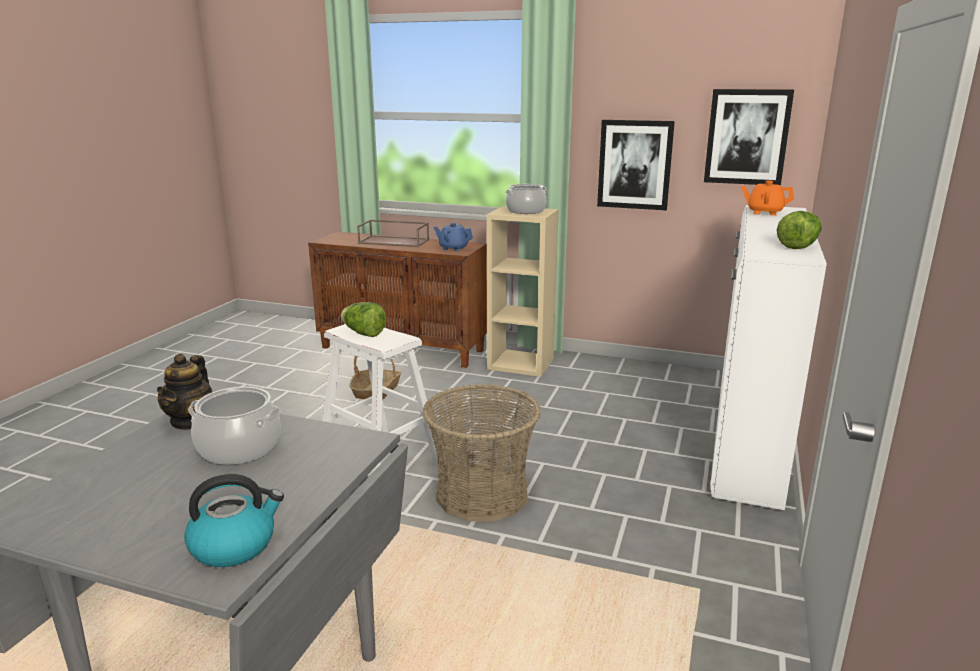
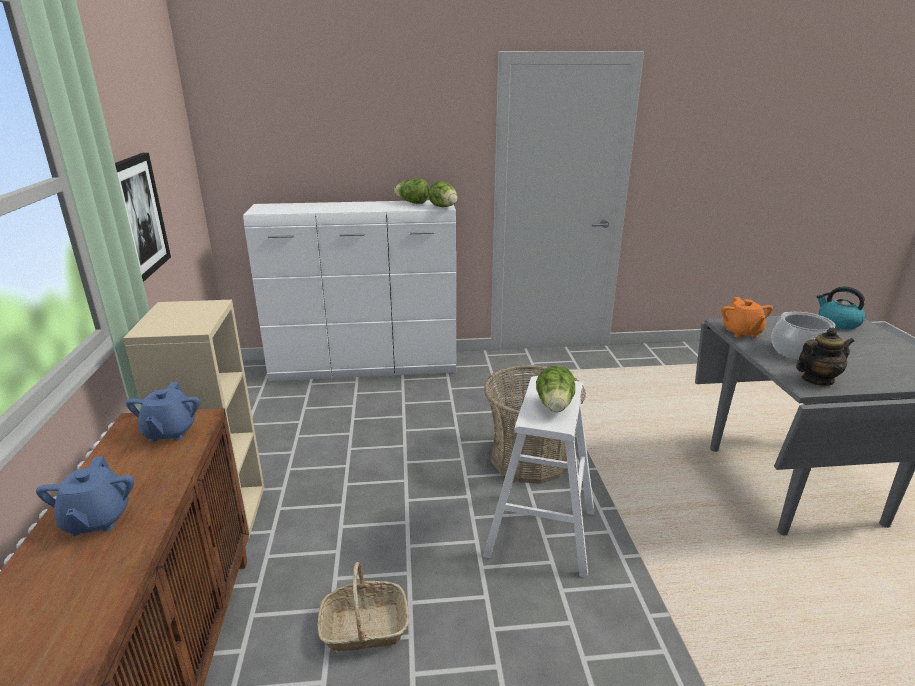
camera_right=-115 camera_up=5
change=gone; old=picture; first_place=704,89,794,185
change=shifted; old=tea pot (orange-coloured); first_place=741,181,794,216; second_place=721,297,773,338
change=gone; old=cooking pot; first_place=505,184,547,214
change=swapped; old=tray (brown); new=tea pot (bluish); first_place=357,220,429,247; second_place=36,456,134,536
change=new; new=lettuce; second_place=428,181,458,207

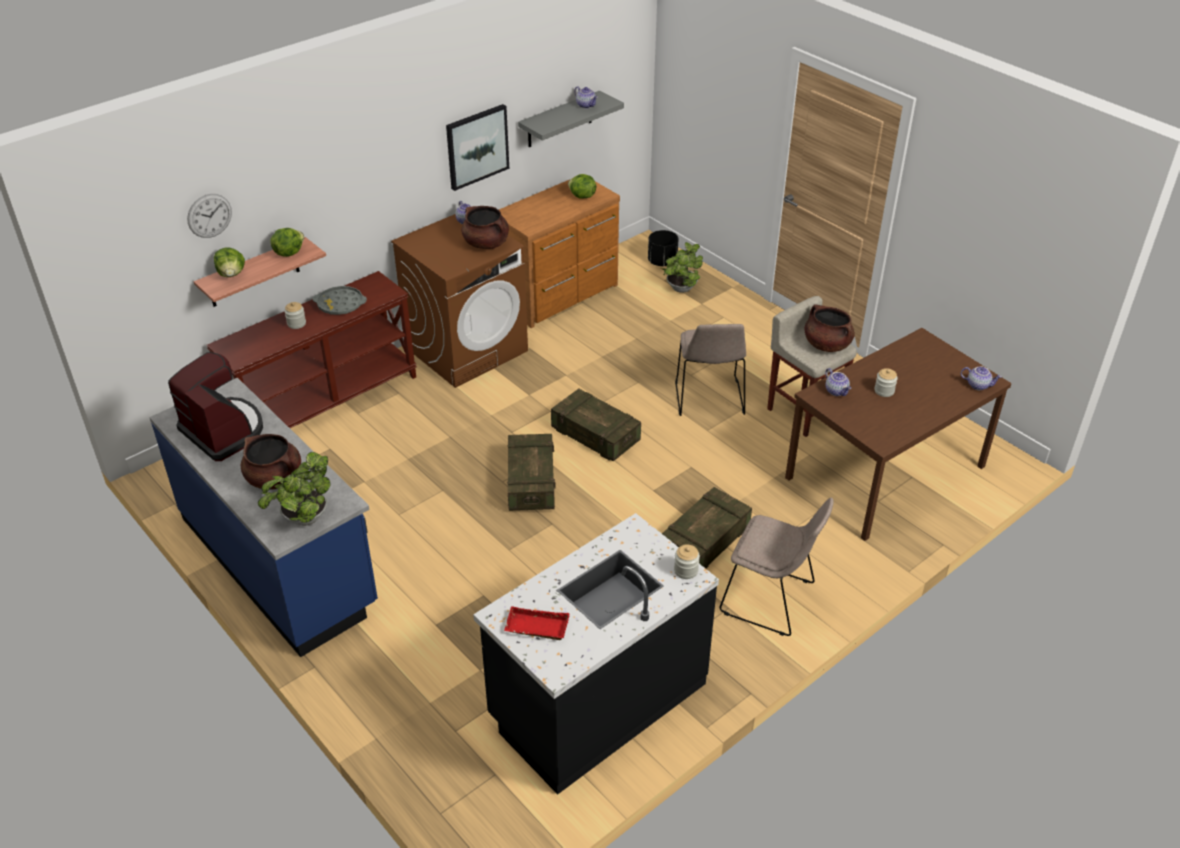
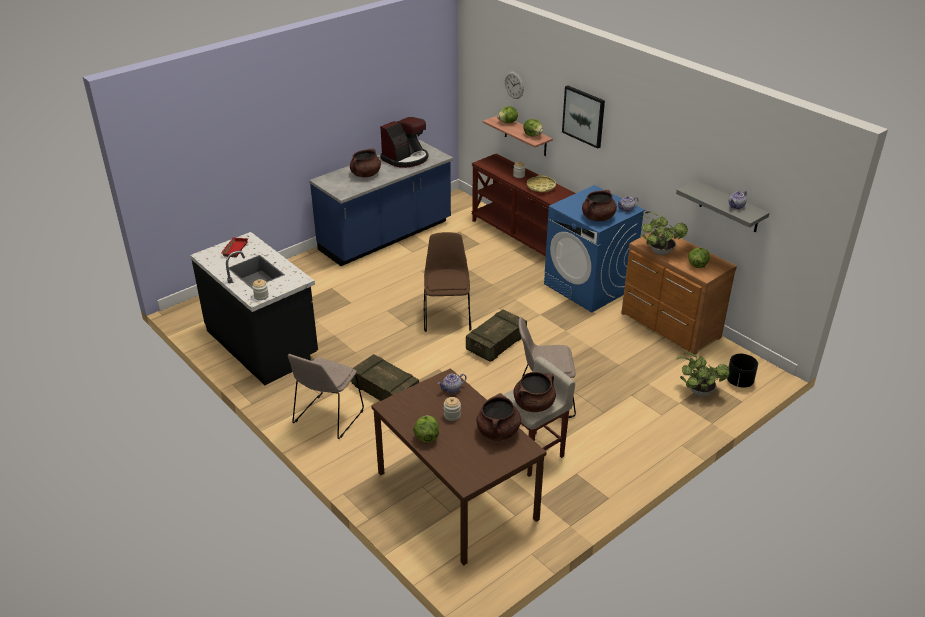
camera_right=90 camera_up=-5
change=shifted; old=picture; first_place=446,104,509,191; second_place=562,85,605,149
change=repainted; old=laundry machine (brown); new=laundry machine (bluish); first_place=391,214,528,388; second_place=544,185,645,313
change=repainted; old=tray (greyish); new=tray (yellow); first_place=313,286,367,315; second_place=527,175,556,192
change=gone; old=tea pot; first_place=961,366,1002,390
change=swapped; old=packing crate; new=upright chair (brown); first_place=507,434,556,511; second_place=423,232,472,332
change=shifted; old=plant in a pot; first_place=258,452,331,526; second_place=639,211,688,255
change=new; new=cooking pot (brown); second_place=476,393,521,441
change=new; new=lettuce; second_place=413,415,439,442

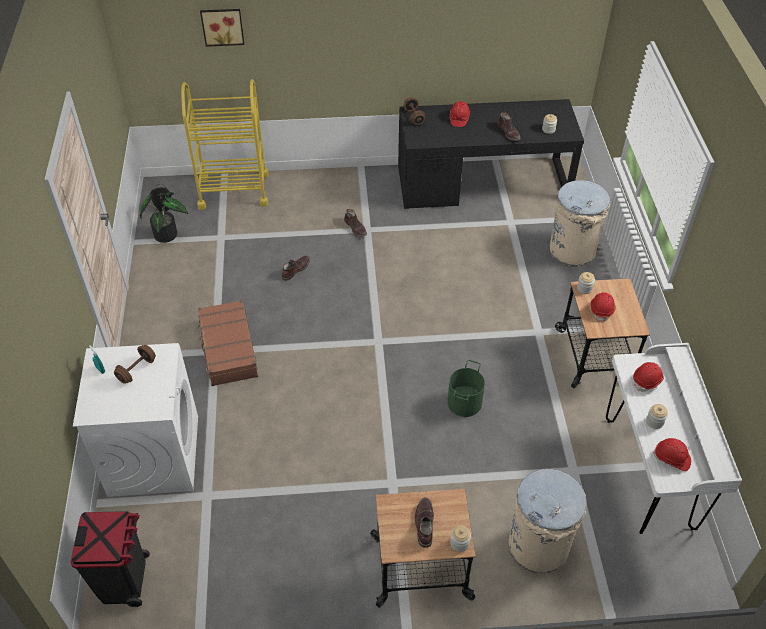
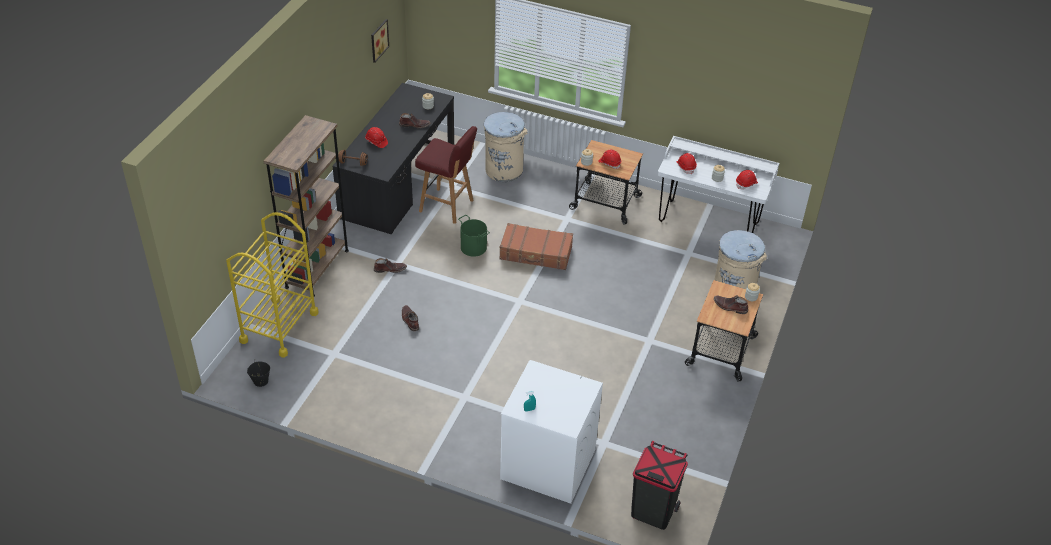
camera_right=-65 camera_up=-5
change=shifted; old=picture; first_place=200,9,244,47; second_place=371,19,389,63
change=gone; old=plant in a pot; first_place=140,192,188,243
change=shifted; old=piece of luggage (brown); first_place=197,300,258,386; second_place=499,223,573,270
change=gone; old=free weight (brown); first_place=114,345,156,384
change=shifted; old=bucket (green); first_place=447,360,485,417; second_place=458,215,490,257
change=new; new=shelving unit (brown); second_place=264,115,349,297
change=new; new=sitting stool (red-coloured); second_place=415,126,477,224

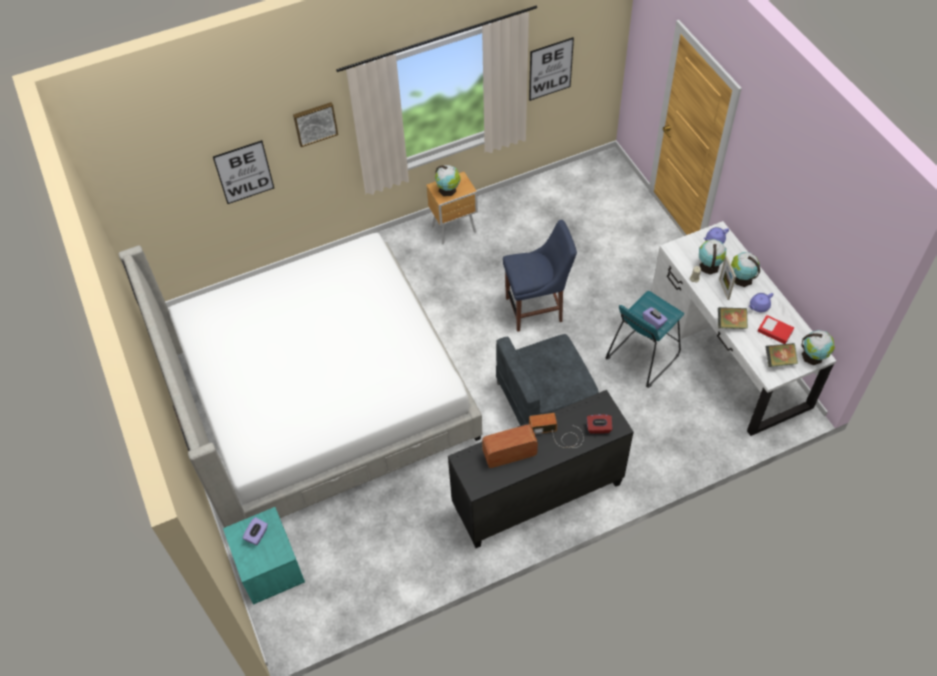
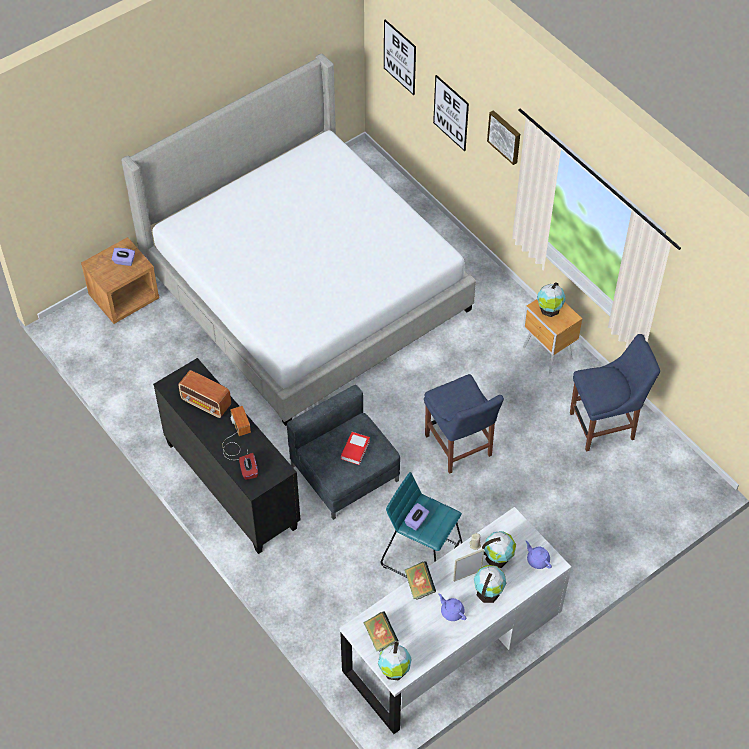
camera_right=75 camera_up=0
change=shifted; old=picture; first_place=529,37,574,101; second_place=384,20,416,95
change=shifted; old=book; first_place=757,315,794,344; second_place=341,432,370,465
change=rotated; old=radio; first_place=482,424,538,468; second_place=178,370,231,418; degrees=150
change=repainted; old=bedside table (turquoise); new=bedside table (brown); first_place=223,507,305,605; second_place=81,237,160,324
change=new; new=upright chair (bluish); second_place=570,334,660,452

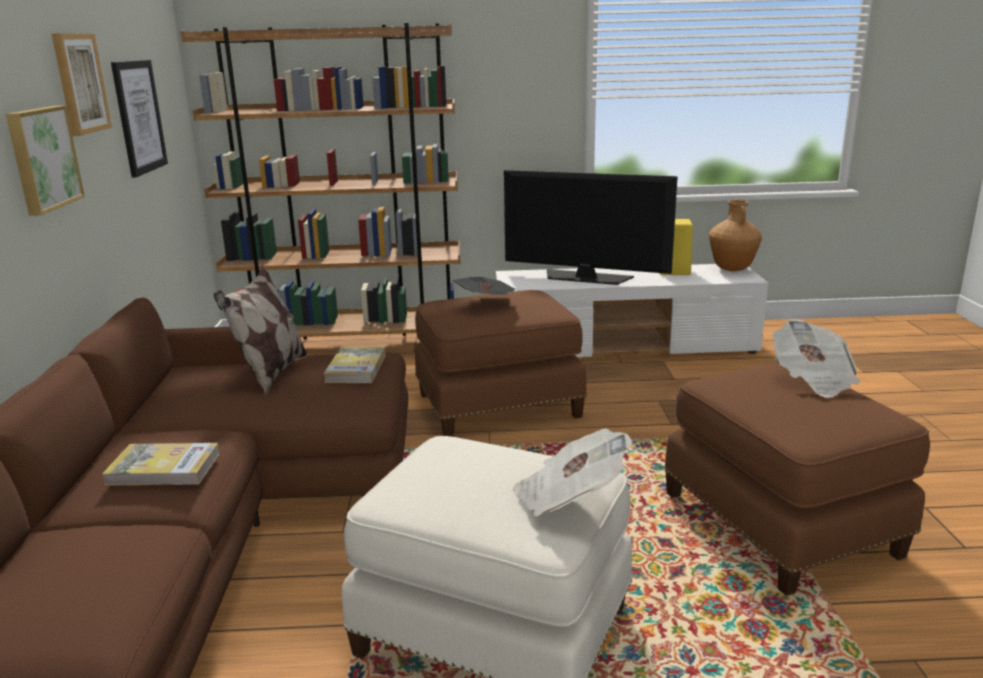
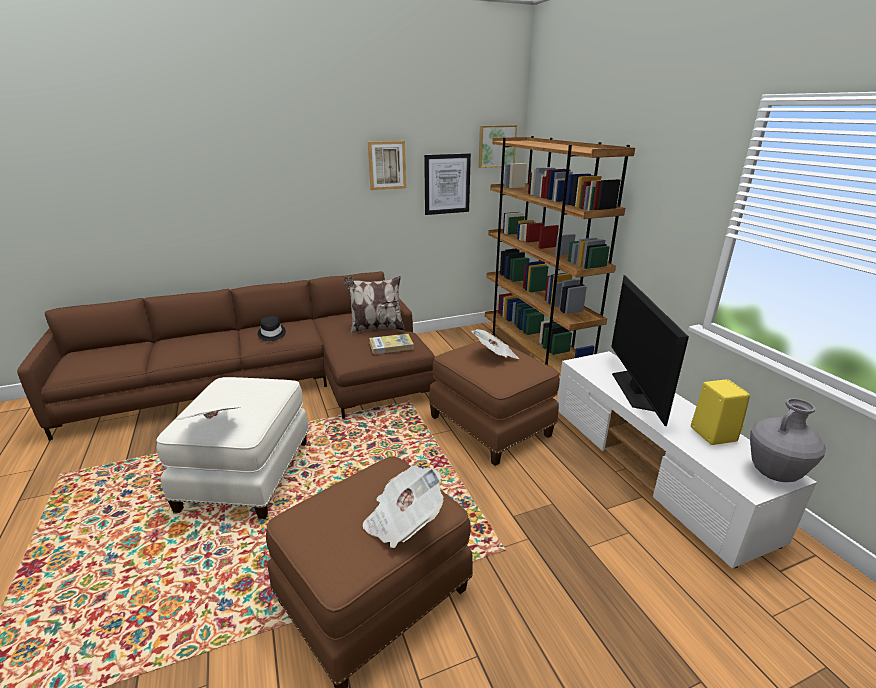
camera_right=70 camera_up=5
change=shifted; old=picture; first_place=6,105,85,216; second_place=478,125,517,168
change=repainted; old=vase (brown); new=vase (greyish); first_place=709,200,762,271; second_place=750,398,826,482
change=swapped; old=book; new=wearable hat (black); first_place=102,443,220,486; second_place=258,316,286,341

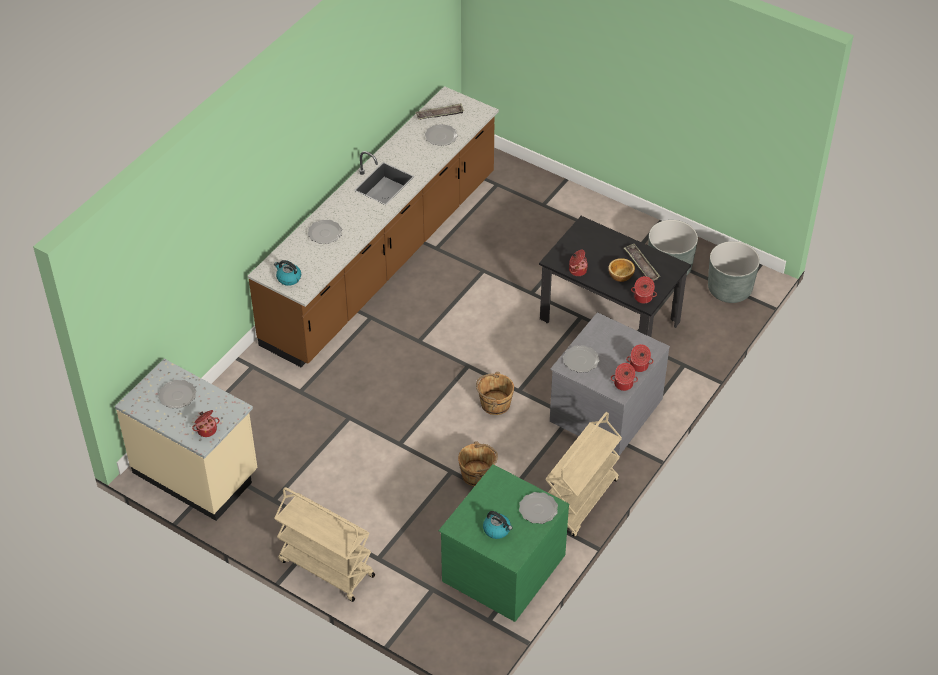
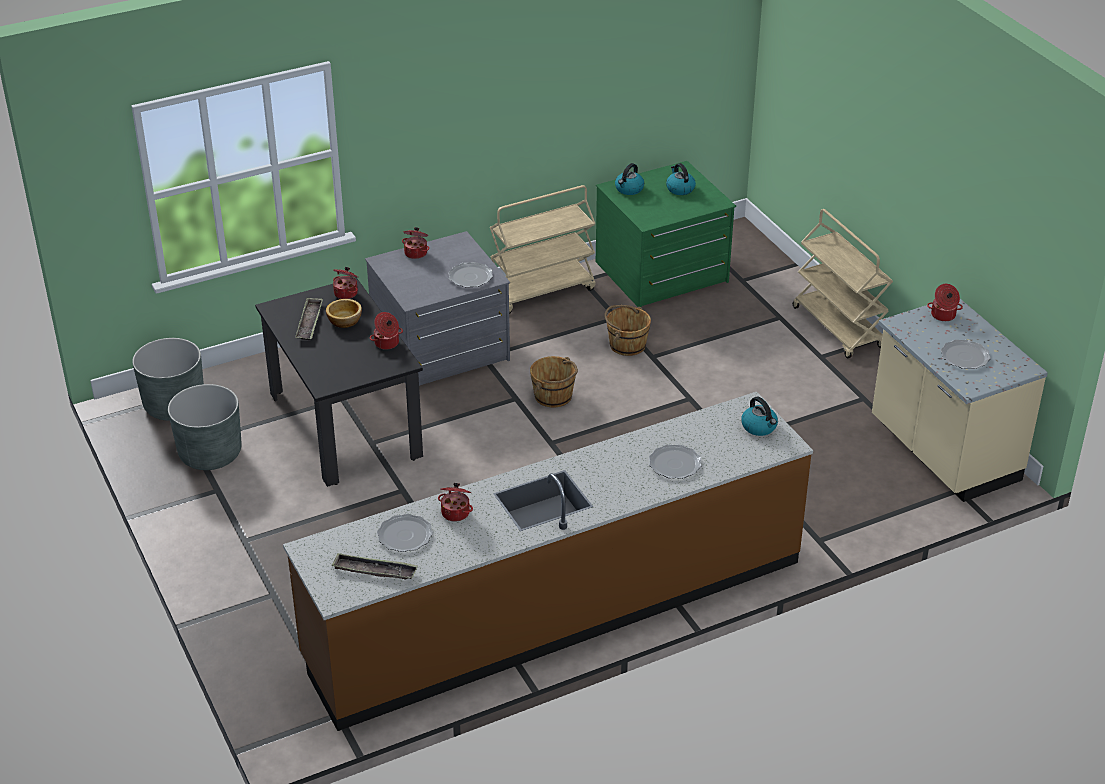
camera_right=-150 camera_up=-10
change=shifted; old=cooking pot; first_place=611,363,638,391; second_place=438,483,473,522
change=swapped; old=plate; new=kettle; first_place=519,492,558,524; second_place=615,163,644,195

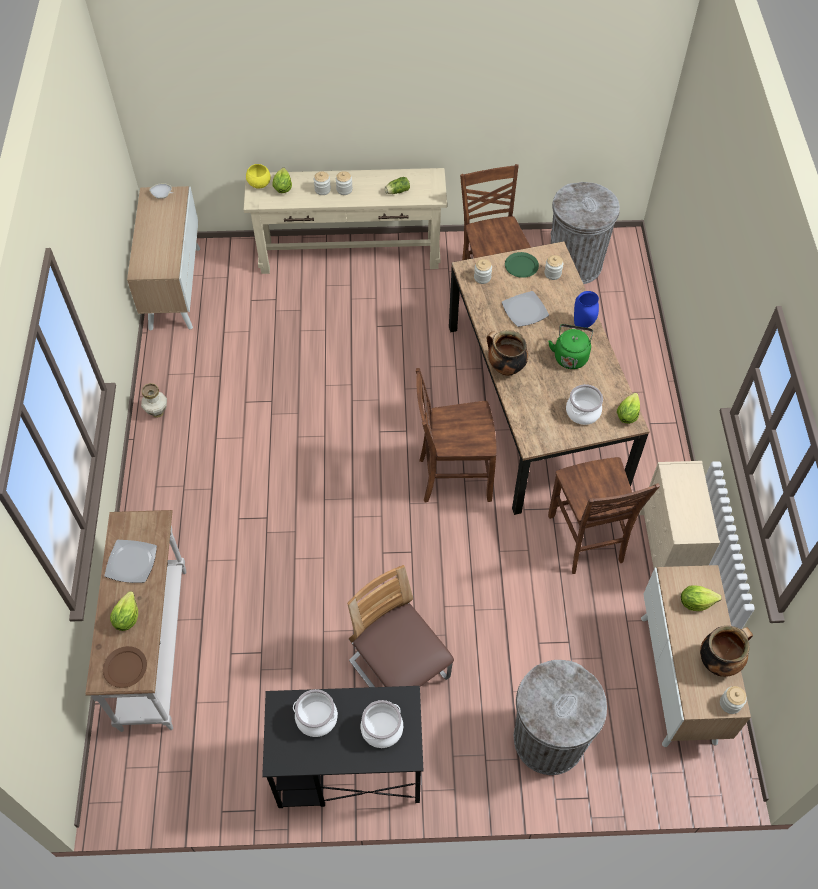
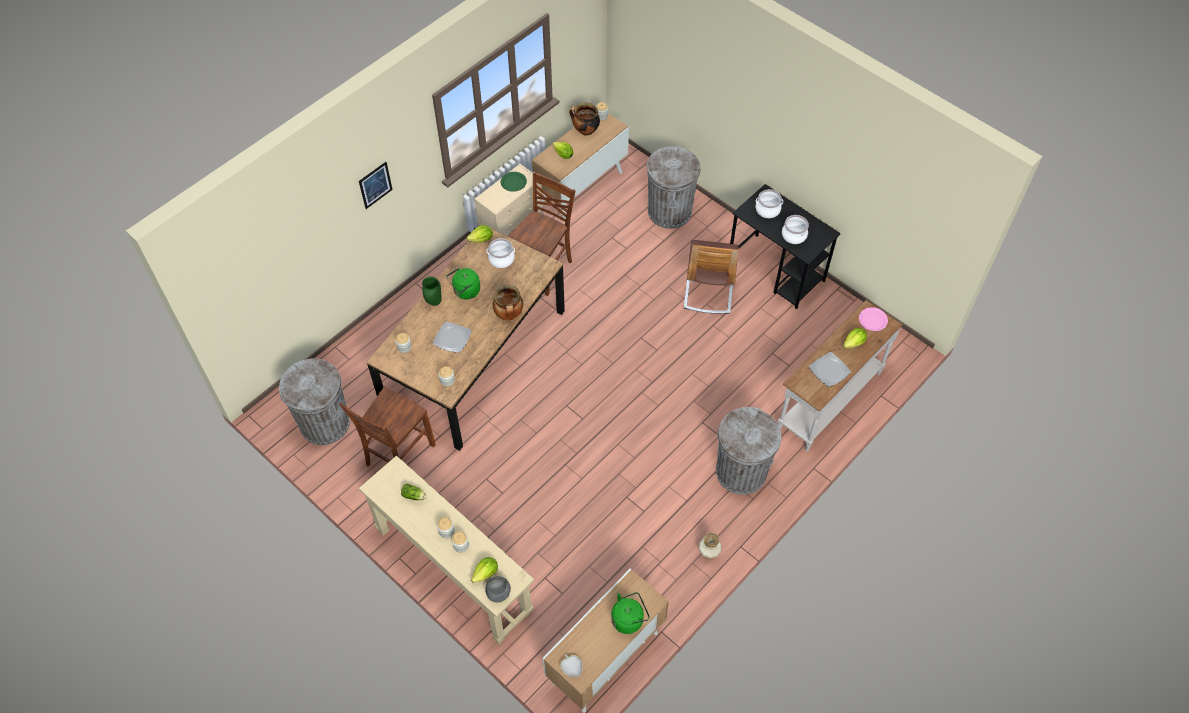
camera_right=-135 camera_up=0
change=repainted; old=serving bowl (yellow); new=serving bowl (greyish); first_place=246,164,271,188; second_place=485,576,511,603
change=shifted; old=plate (green); first_place=505,252,539,278; second_place=501,172,527,192
change=repainted; old=vase (bluish); new=vase (green); first_place=574,291,599,328; second_place=422,277,441,306
change=gone; old=upright chair (brown); first_place=416,368,497,503
change=repainted; old=plate (brown); new=plate (pink); first_place=103,646,147,688; second_place=859,307,888,331
change=new; new=picture; second_place=359,162,393,209
change=new; new=waste bin (greyish); second_place=716,407,781,495
change=new; new=kettle (green); second_place=611,592,650,634

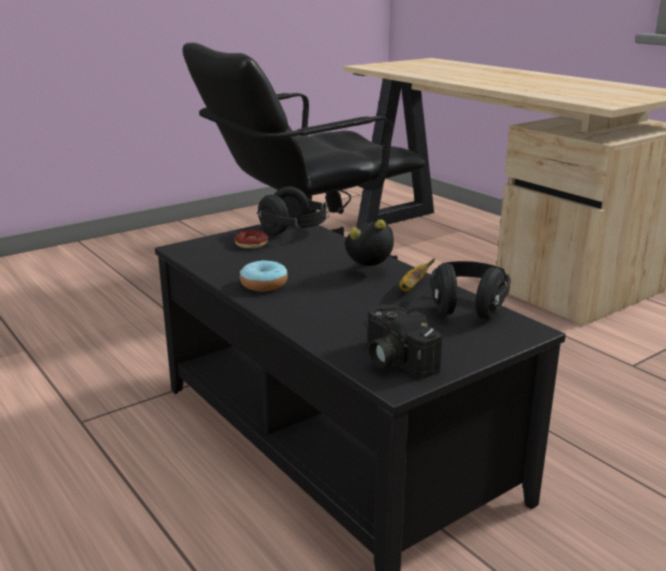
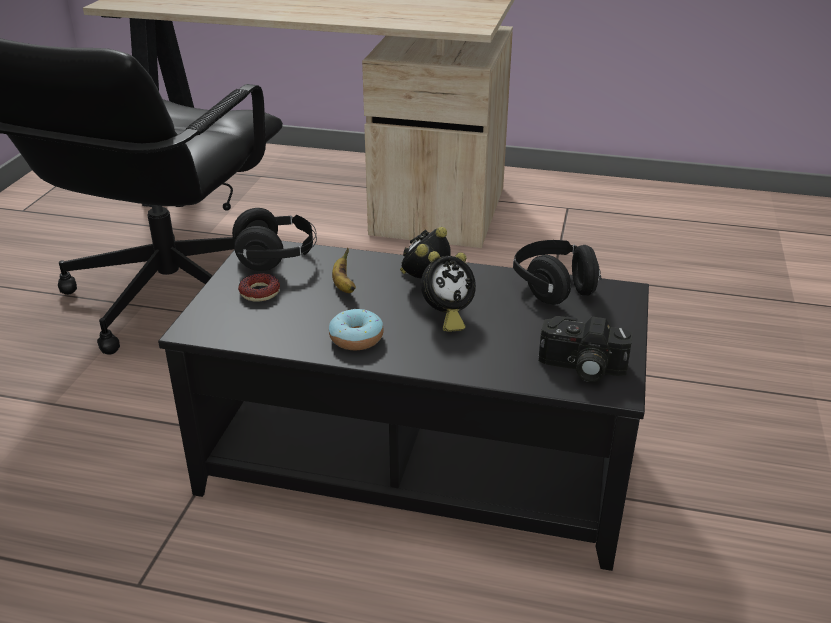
camera_right=-40 camera_up=10
change=shifted; old=banana fruit; first_place=399,258,435,292; second_place=332,248,356,293
change=new; new=table clock; second_place=421,251,476,332

